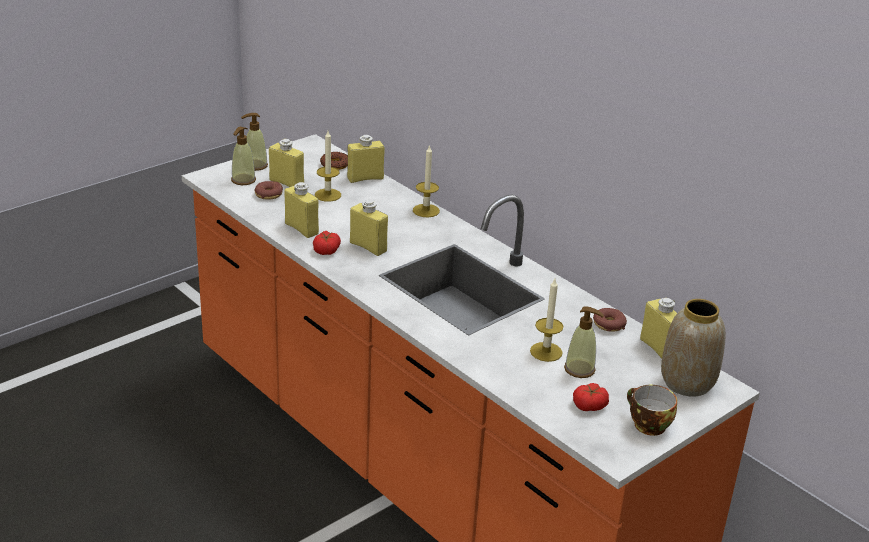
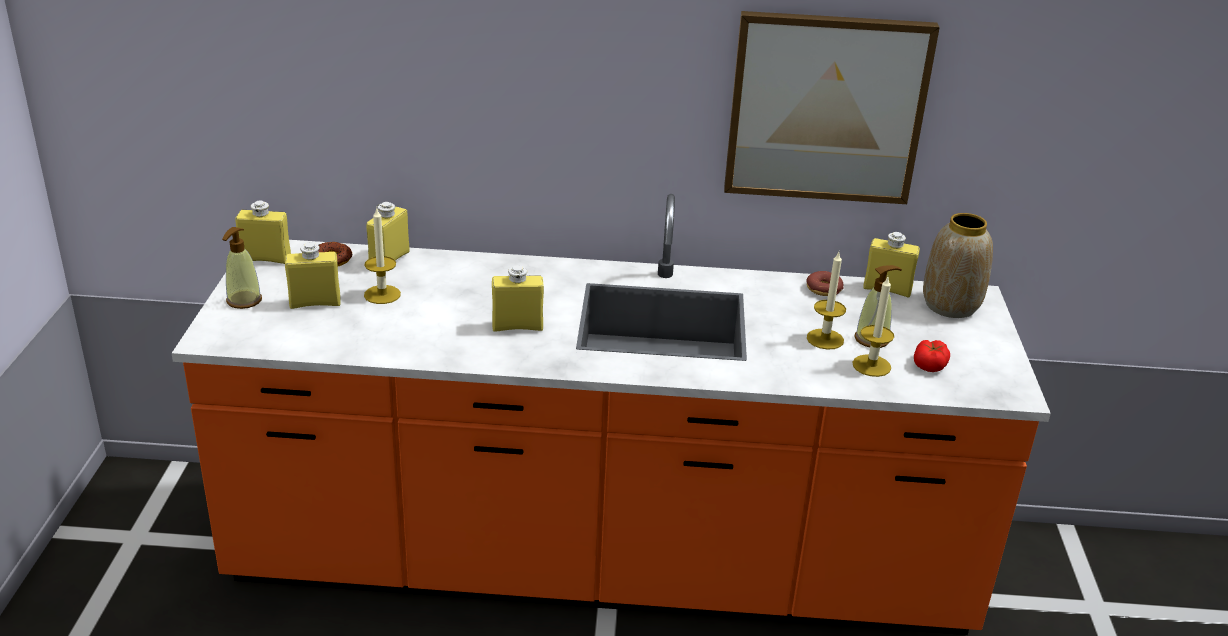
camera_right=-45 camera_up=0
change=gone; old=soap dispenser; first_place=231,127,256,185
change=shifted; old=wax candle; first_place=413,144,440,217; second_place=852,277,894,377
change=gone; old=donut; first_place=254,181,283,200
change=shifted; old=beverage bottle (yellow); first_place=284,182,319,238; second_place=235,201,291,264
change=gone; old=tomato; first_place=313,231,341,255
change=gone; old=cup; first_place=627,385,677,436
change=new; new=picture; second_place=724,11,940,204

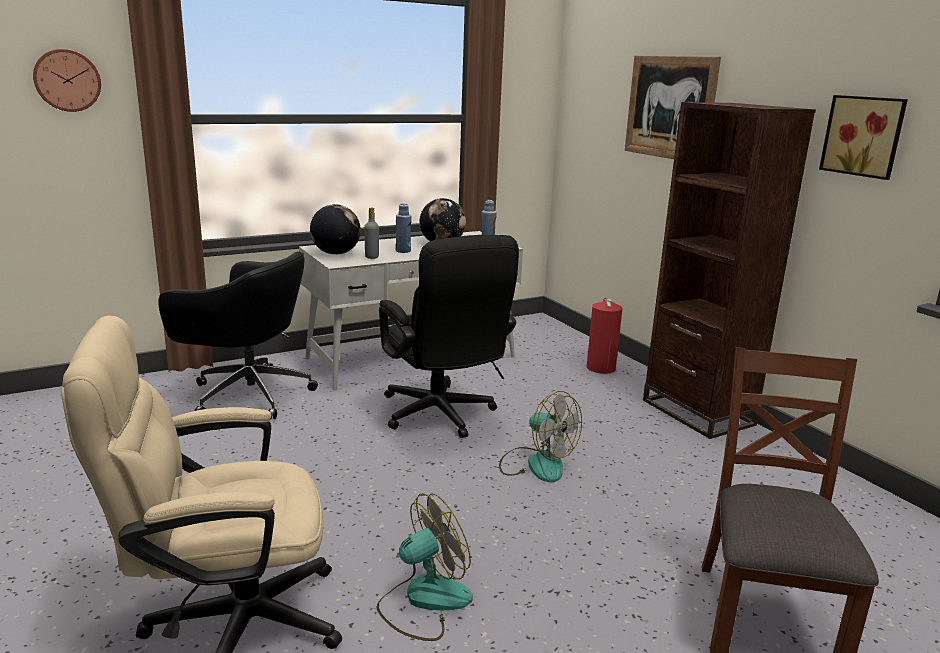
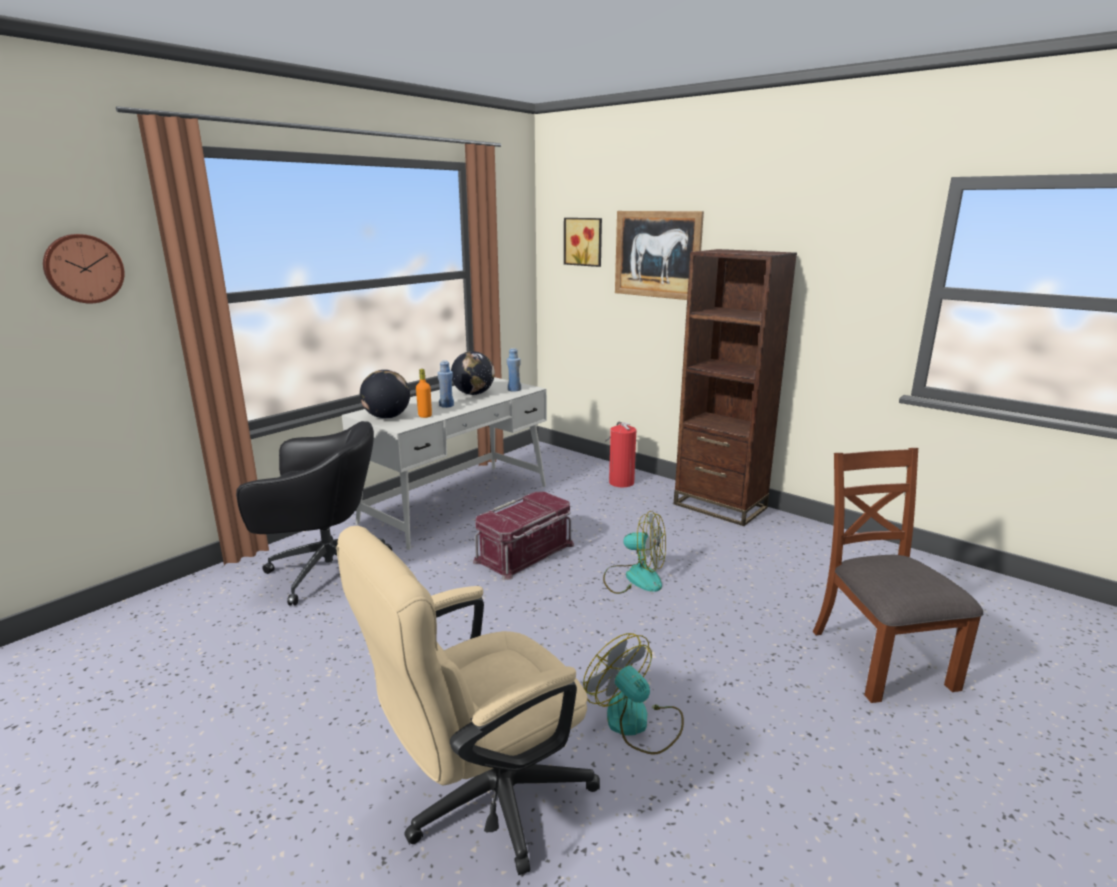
camera_right=-20 camera_up=0
change=shifted; old=picture; first_place=819,95,908,180; second_place=564,218,602,267
change=repainted; old=beverage bottle (greyish); new=beverage bottle (orange-coloured); first_place=364,208,379,259; second_place=416,369,432,418
change=swapped; old=desk chair (black); new=storage bin (red-coloured); first_place=379,235,519,438; second_place=473,492,574,580
change=rotated; old=electric fan; first_place=376,493,473,641; second_place=583,633,684,755; degrees=-75

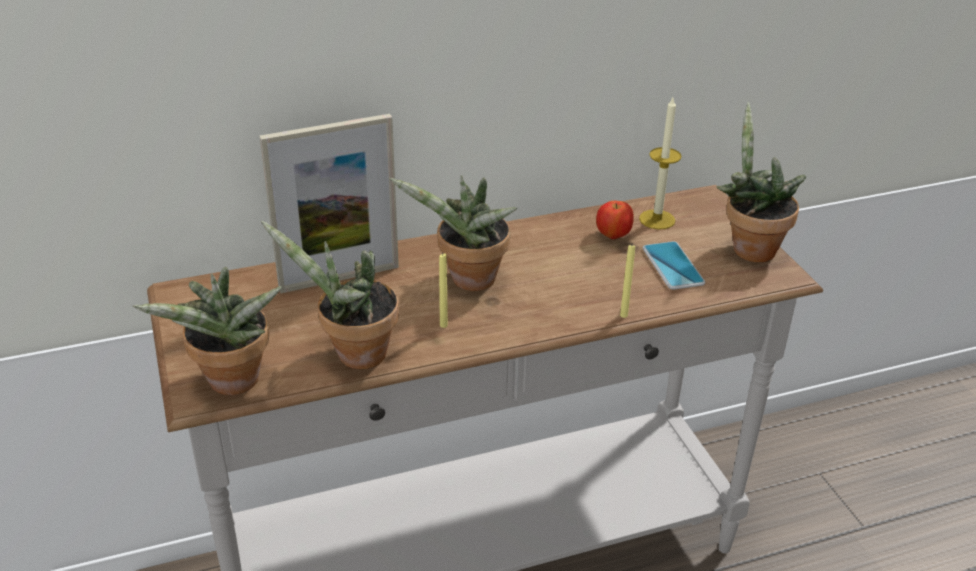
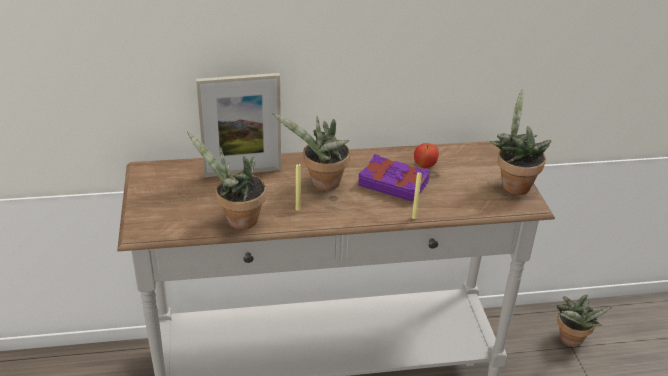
camera_right=10 camera_up=0
change=gone; old=wax candle; first_place=639,98,682,230
change=gone; old=phone; first_place=643,241,705,290
change=shifted; old=plant in a pot; first_place=133,267,282,395; second_place=556,294,612,347
change=new; new=book (purple); second_place=358,154,430,202

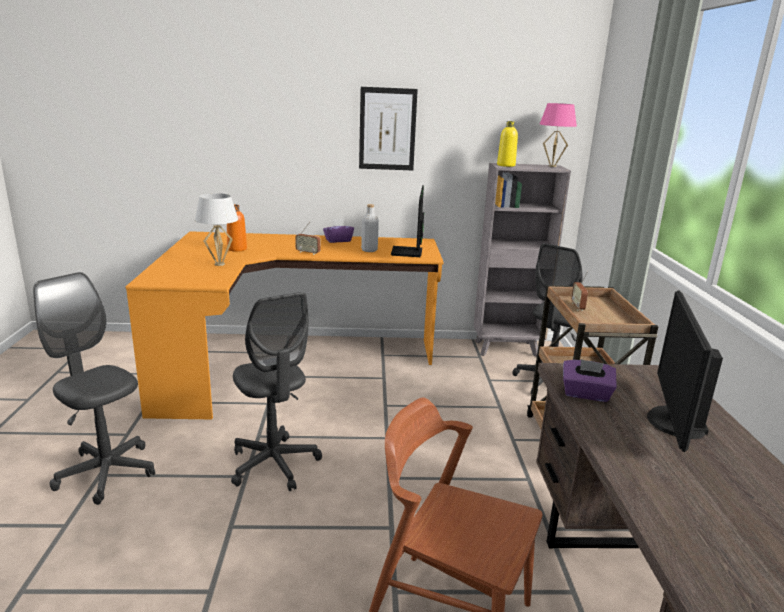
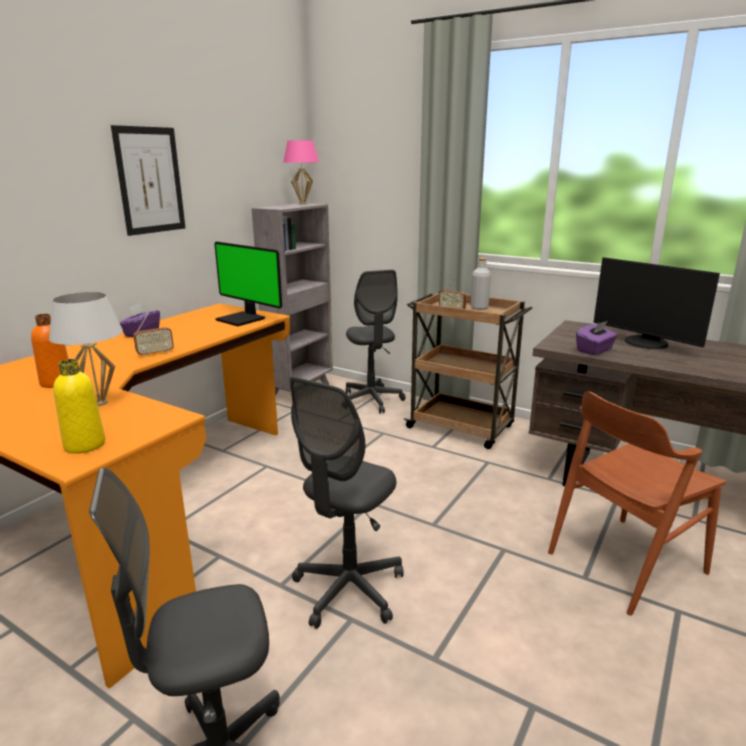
camera_right=-55 camera_up=0
change=shifted; old=beverage bottle (yellow); first_place=497,121,518,167; second_place=53,359,105,454
change=shifted; old=beverage bottle (greyish); first_place=361,204,379,252; second_place=470,258,491,310
change=rotated; old=desk chair (greyish); first_place=231,292,322,491; second_place=289,377,403,629; degrees=120

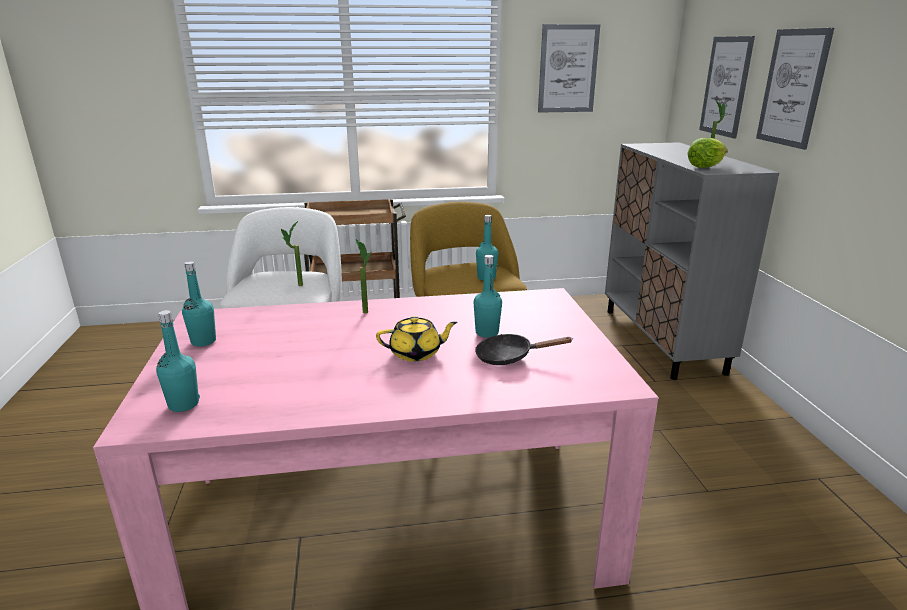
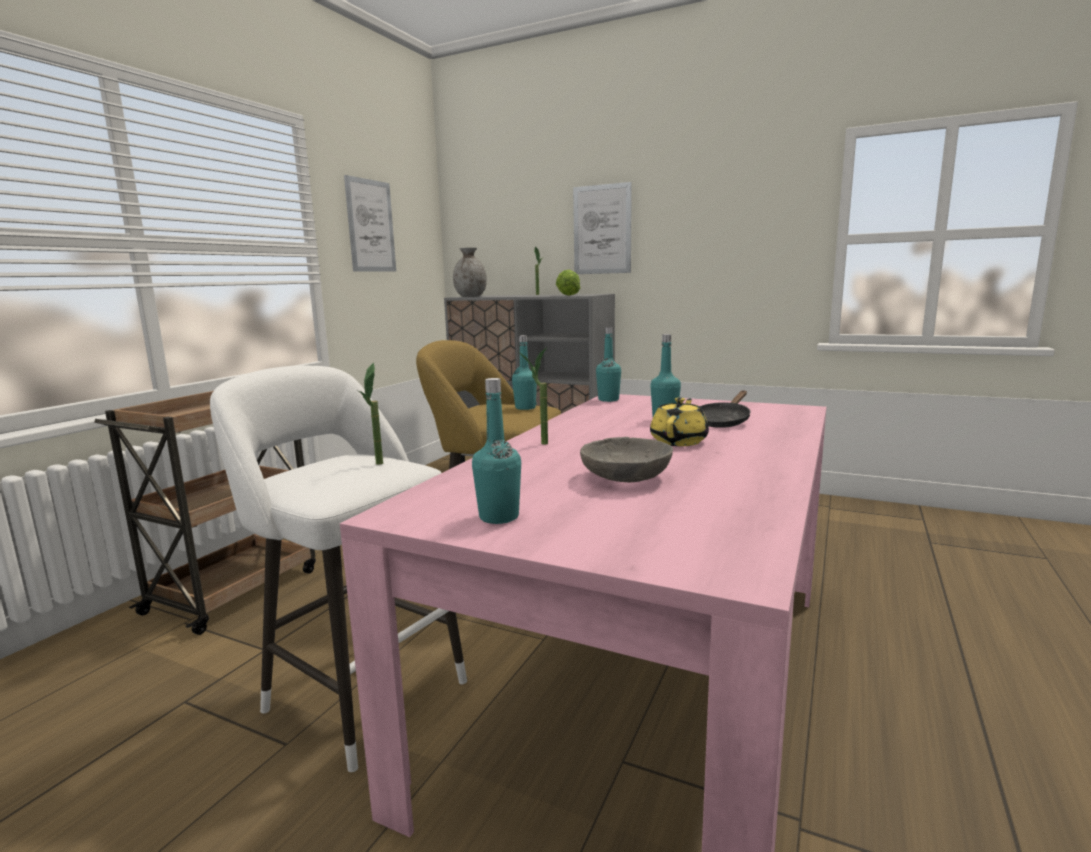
camera_right=-55 camera_up=-10
change=gone; old=picture; first_place=699,36,755,139
change=shifted; old=beverage bottle (turquoise); first_place=156,310,200,412; second_place=596,327,621,402
change=new; new=vase (greyish); second_place=453,248,487,297
change=new; new=serving bowl (greyish); second_place=580,437,673,482

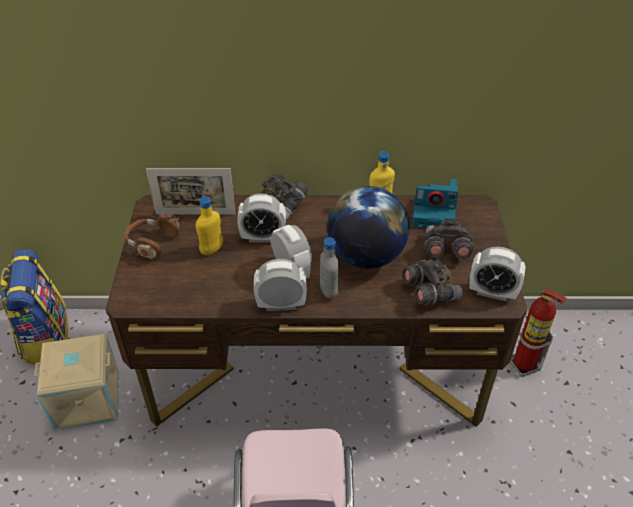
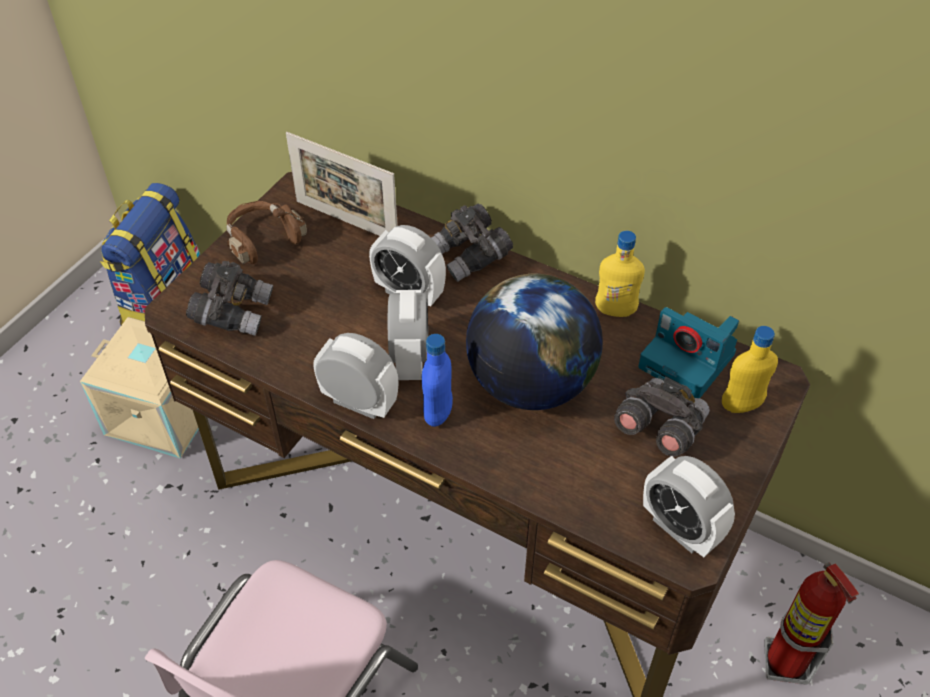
camera_right=30 camera_up=5
change=shifted; old=beverage bottle (yellow); first_place=196,196,223,255; second_place=722,326,778,413
change=repainted; old=beverage bottle (greyish); new=beverage bottle (bluish); first_place=320,237,339,299; second_place=422,334,453,427
change=shifted; old=field glasses (greyish); first_place=402,259,463,305; second_place=186,261,273,336

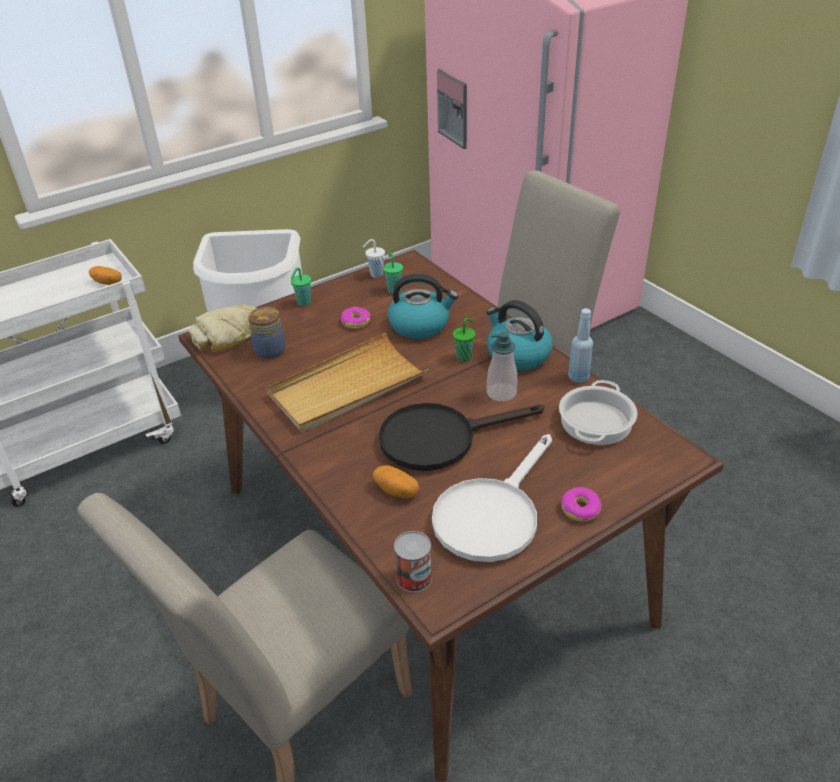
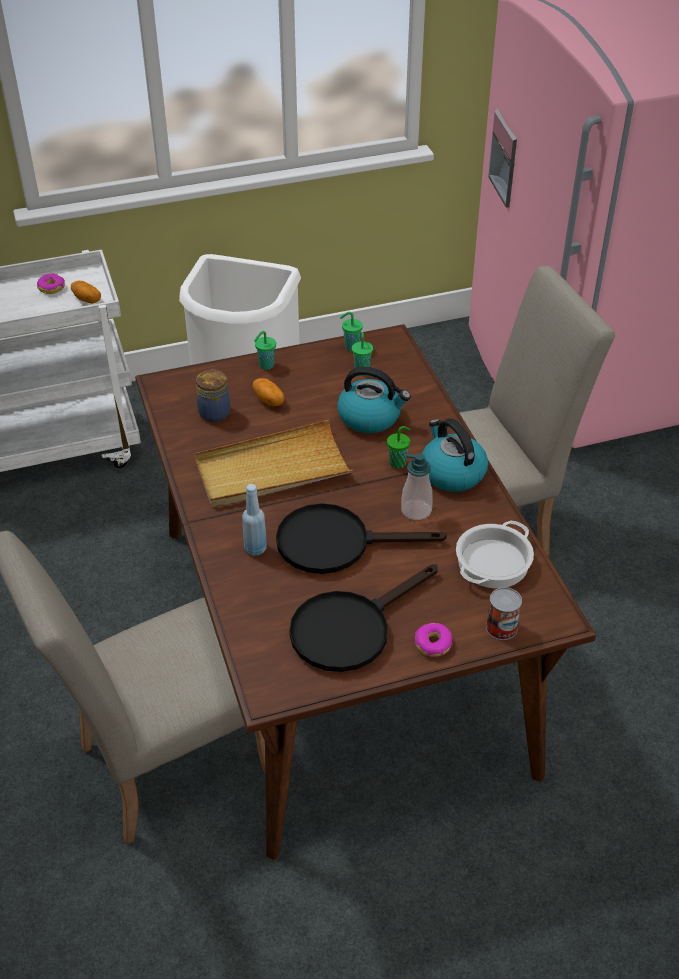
camera_right=15 camera_up=5
change=repainted; old=cup (white); new=cup (green); first_place=363,239,385,278; second_place=340,312,363,351
change=gone; old=bread; first_place=188,304,257,352
change=shifted; old=donut; first_place=341,307,371,329; second_place=37,273,65,294
change=shifted; old=beverage bottle (bluish); first_place=568,308,593,383; second_place=242,484,267,555
change=repainted; old=frying pan (white); new=frying pan (black); first_place=432,434,552,562; second_place=289,565,438,672
change=shifted; old=spud; first_place=373,465,420,498; second_place=253,378,285,406
change=shifted; old=metal can; first_place=394,531,432,592; second_place=486,587,522,640

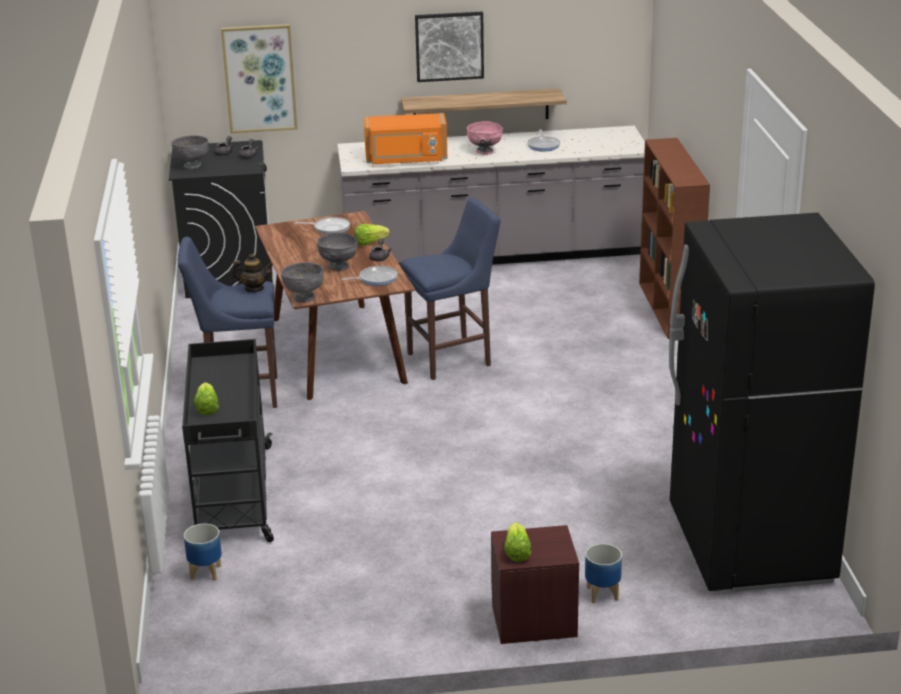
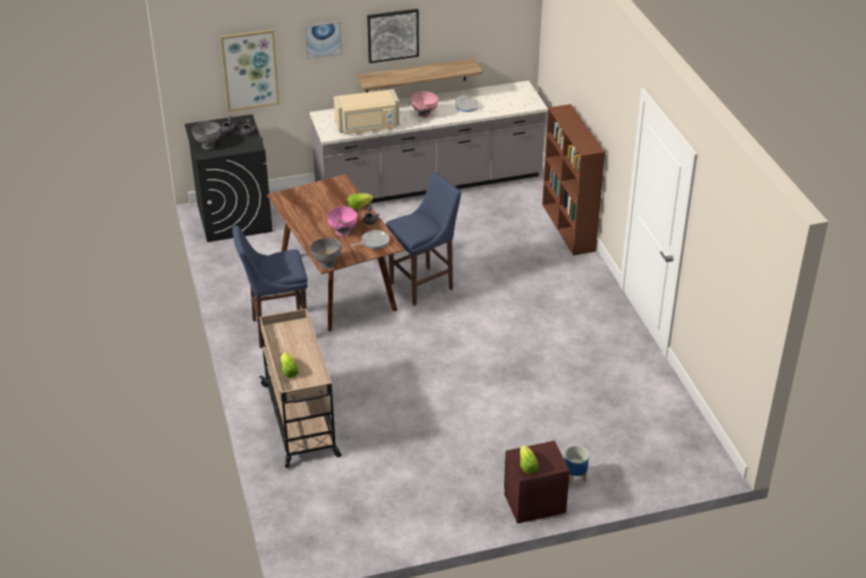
camera_right=-10 camera_up=10
change=repainted; old=kitchen microwave (orange-coloured); new=kitchen microwave (beige-coloured); first_place=364,113,448,164; second_place=334,89,399,134
change=gone; old=fridge (black); first_place=669,213,875,591
change=gone; old=frying pan; first_place=295,217,350,235
change=repainted; old=serving bowl (greyish); new=serving bowl (pink); first_place=317,232,358,271; second_place=327,206,357,236
change=gone; old=tea pot; first_place=232,254,273,292
change=repainted; old=trolley (black); new=trolley (beige-coloured); first_place=182,339,274,542; second_place=259,308,342,468
change=gone; old=plant pot; first_place=184,524,222,581
change=new; new=picture; second_place=305,21,342,59

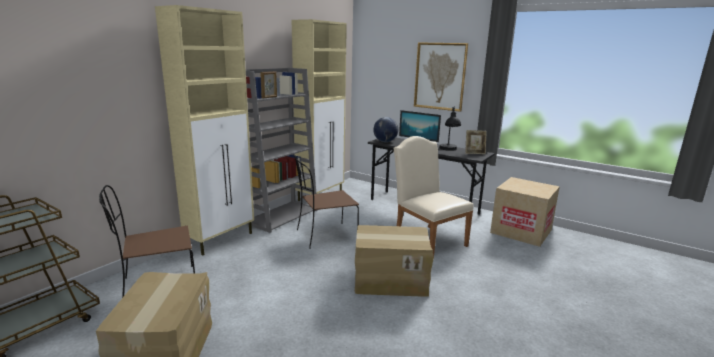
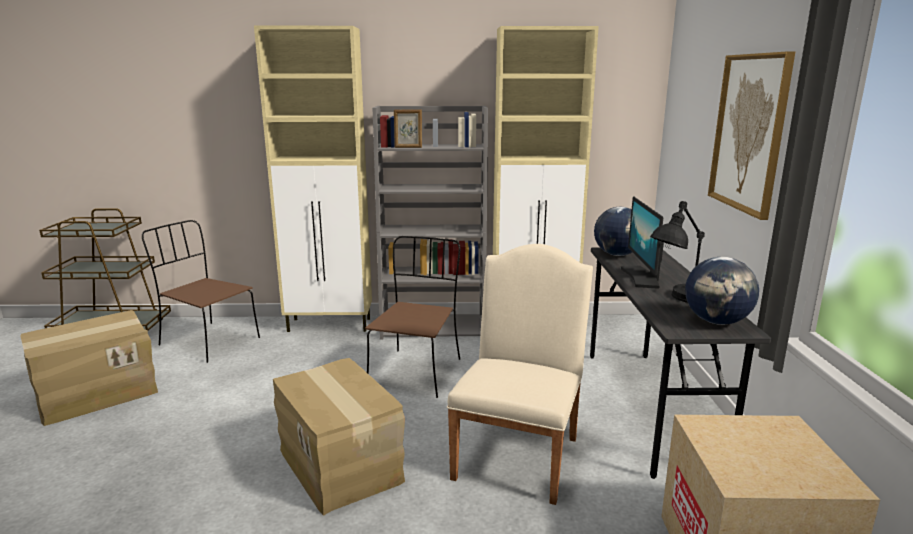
camera_right=55 camera_up=0
change=swapped; old=photo frame; new=globe; first_place=465,130,487,154; second_place=685,257,759,325
change=rotated; old=upright chair (brown); first_place=294,156,359,249; second_place=365,236,460,398; degrees=75

